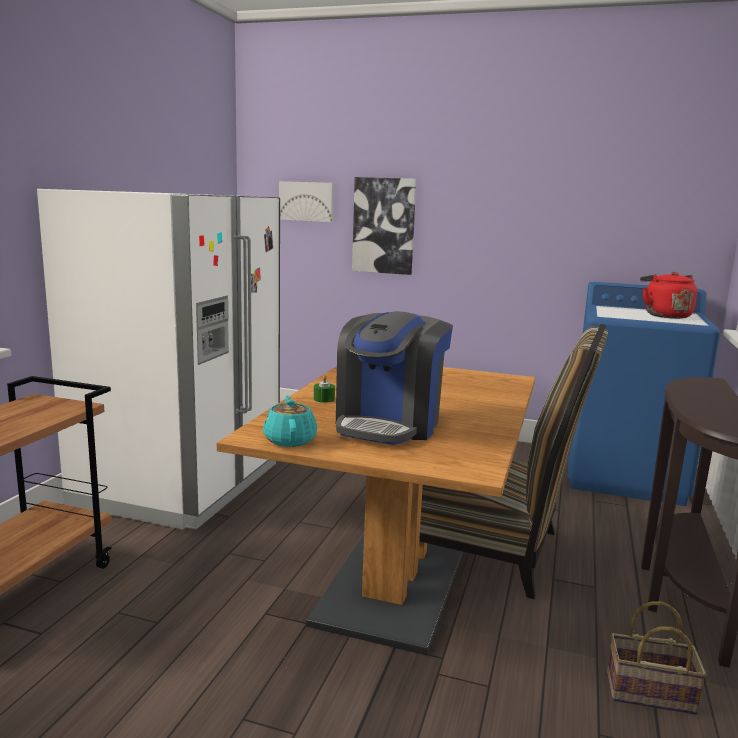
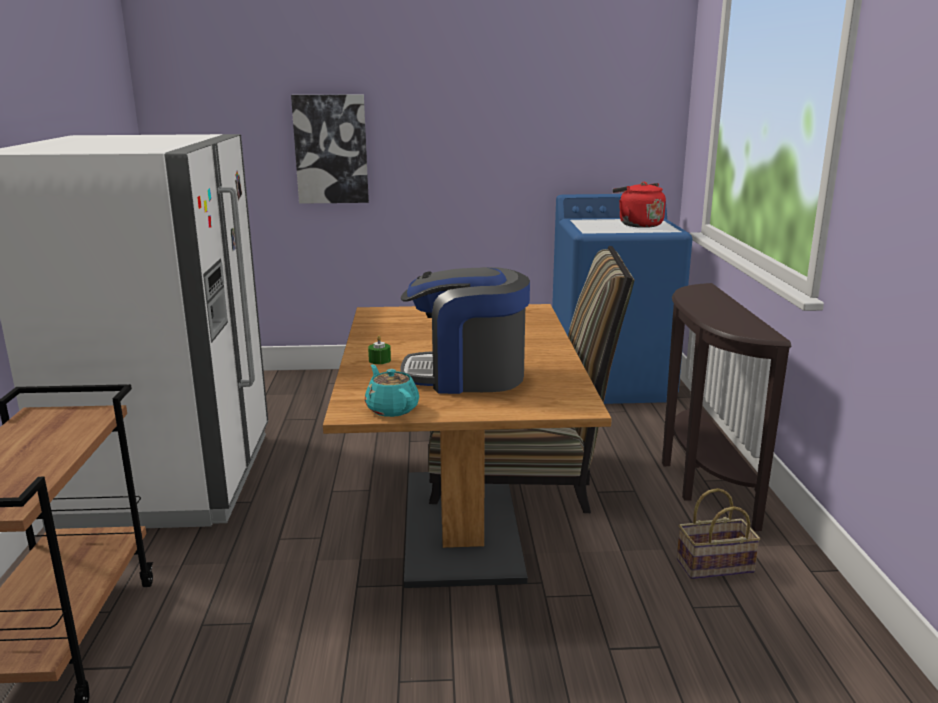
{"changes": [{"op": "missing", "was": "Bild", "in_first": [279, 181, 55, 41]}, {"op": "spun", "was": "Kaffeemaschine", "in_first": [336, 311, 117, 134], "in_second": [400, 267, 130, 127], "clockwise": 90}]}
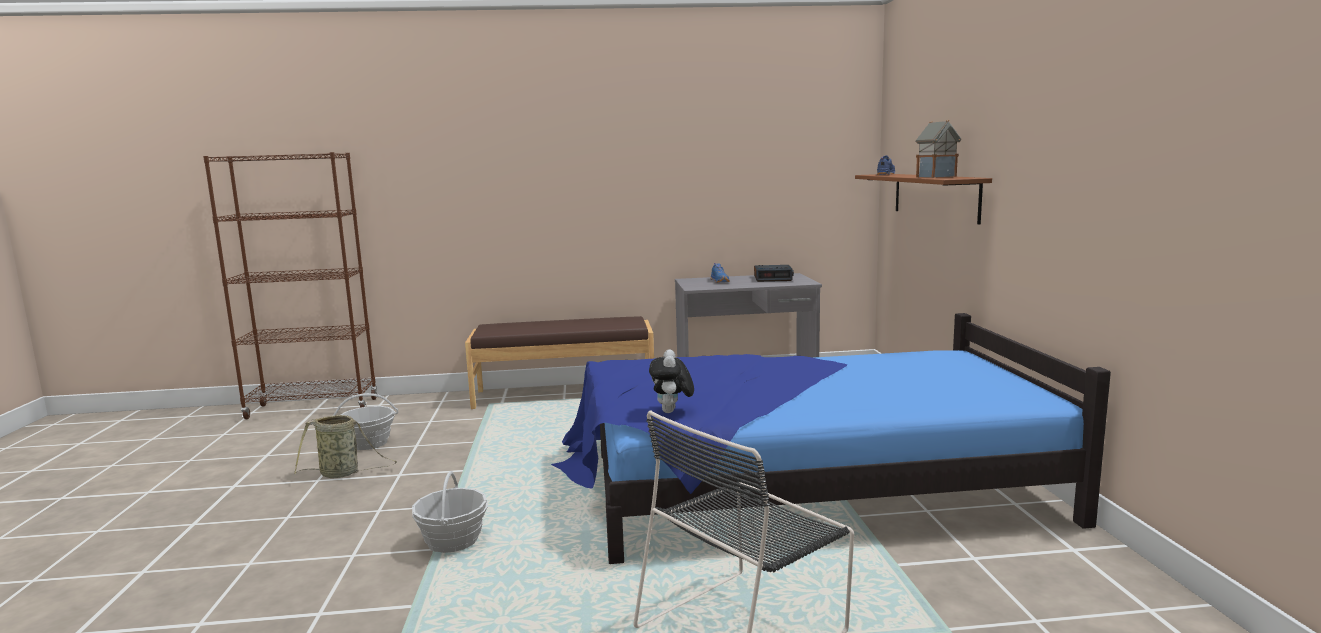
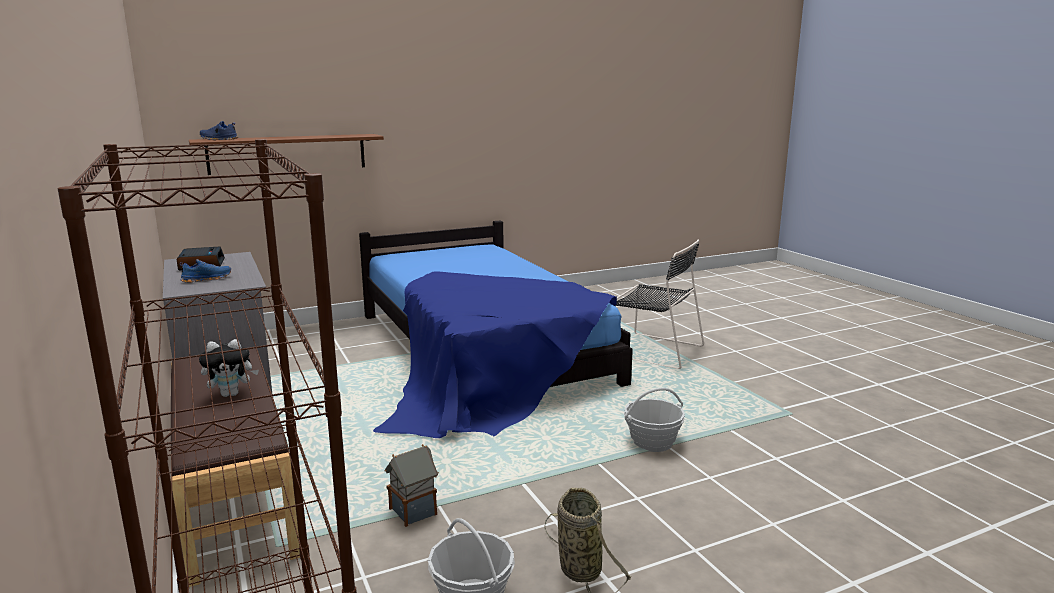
{"changes": [{"op": "relocated", "was": "Plüschtier", "in_first": [649, 349, 45, 64], "in_second": [199, 339, 60, 58]}, {"op": "relocated", "was": "Spielzeughaus", "in_first": [915, 120, 46, 58], "in_second": [385, 444, 54, 83]}]}
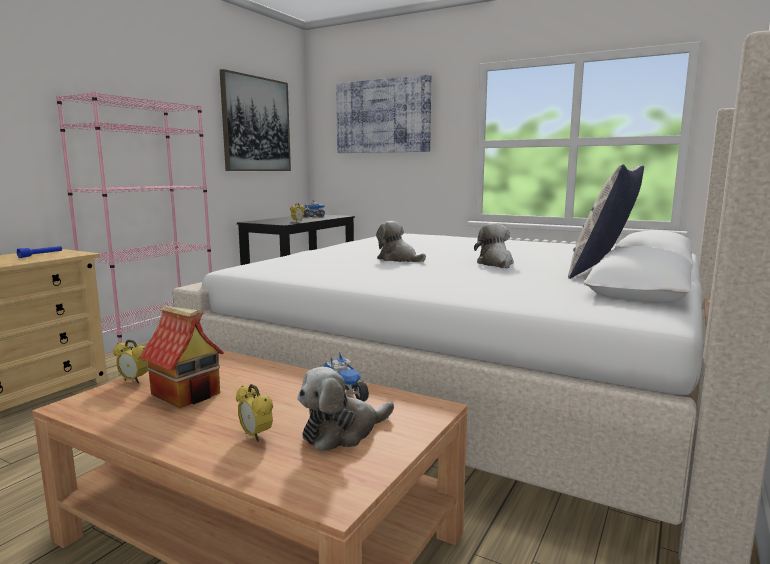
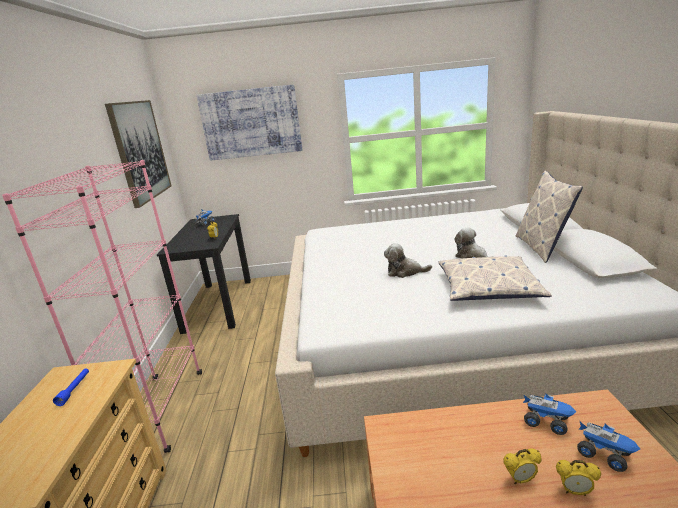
{"changes": [{"op": "relocated", "was": "Wecker", "in_first": [113, 340, 35, 44], "in_second": [504, 448, 38, 37]}, {"op": "missing", "was": "Spielzeughaus", "in_first": [140, 306, 84, 102]}, {"op": "exchanged", "was": "Plüschtier", "now": "Spielzeuglaster", "in_first": [298, 367, 96, 85], "in_second": [577, 422, 63, 50]}, {"op": "appeared", "now": "Kissen", "in_second": [438, 255, 114, 46]}]}
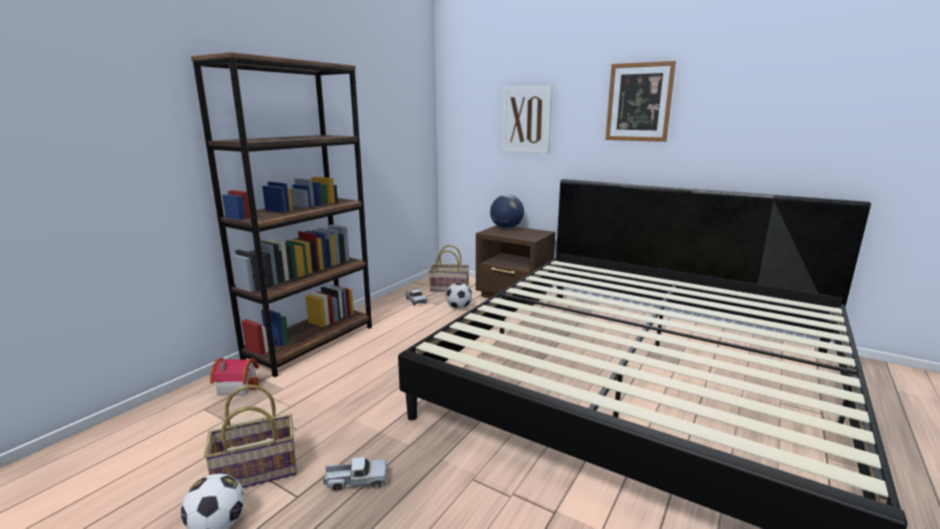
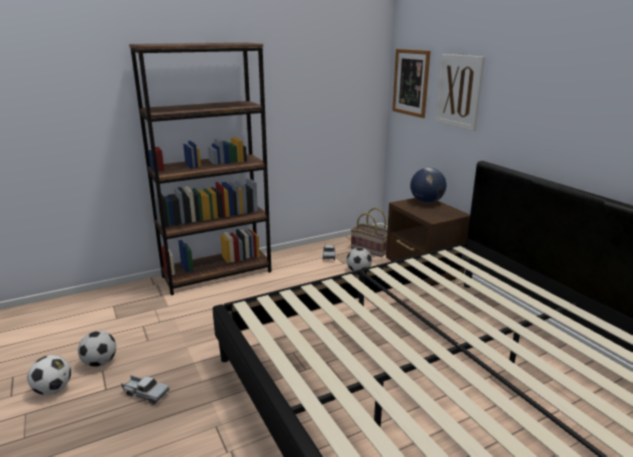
{"changes": [{"op": "exchanged", "was": "Korb", "now": "Fußball", "in_first": [204, 385, 93, 103], "in_second": [78, 331, 38, 36]}, {"op": "missing", "was": "Spielzeughaus", "in_first": [210, 358, 49, 37]}, {"op": "relocated", "was": "Bild", "in_first": [606, 61, 70, 81], "in_second": [392, 49, 38, 69]}]}
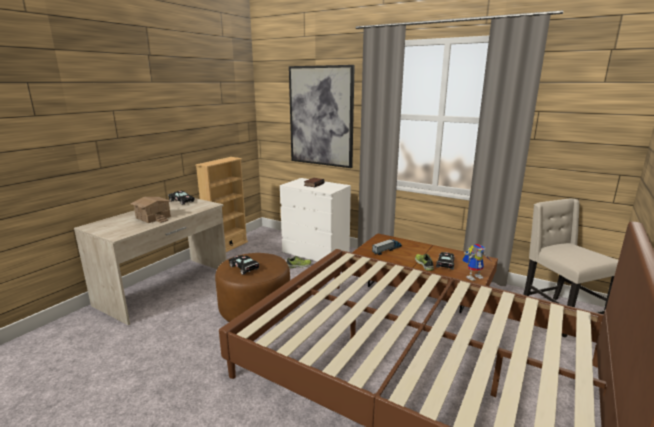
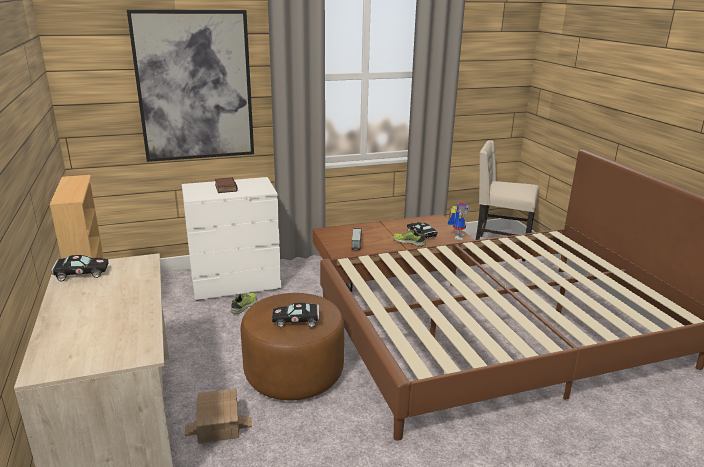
{"changes": [{"op": "relocated", "was": "Spielzeughaus", "in_first": [131, 197, 40, 26], "in_second": [185, 389, 67, 54]}]}
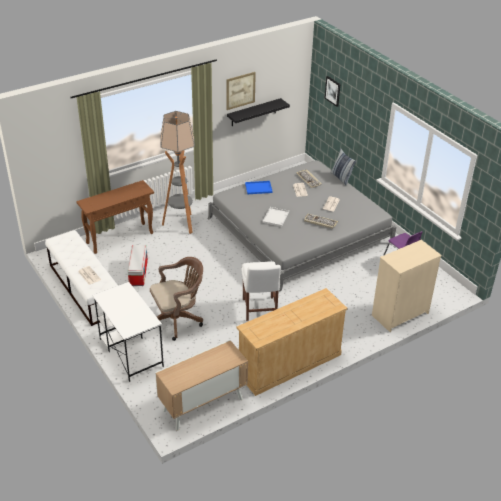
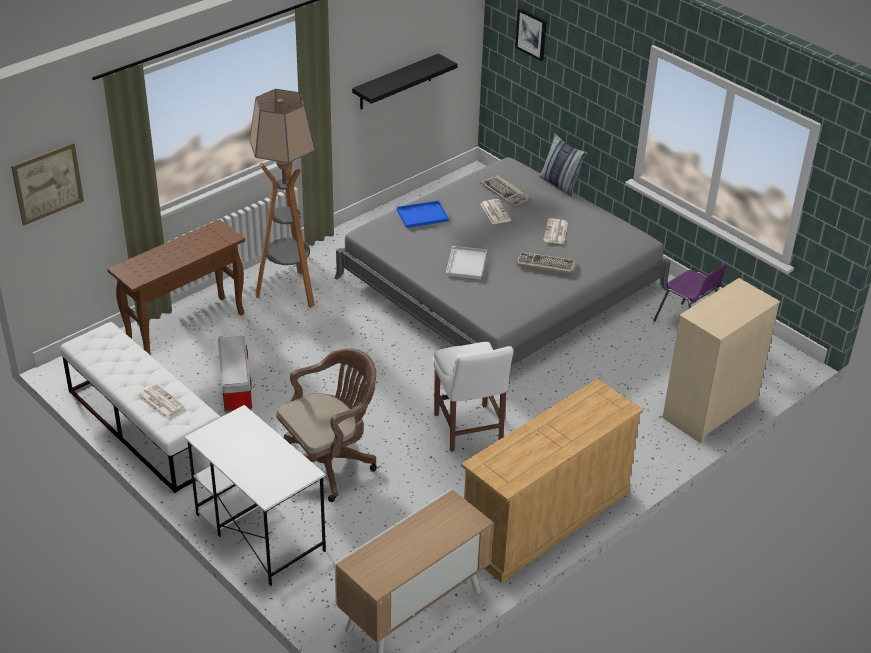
{"changes": [{"op": "relocated", "was": "Bild", "in_first": [226, 72, 30, 38], "in_second": [11, 142, 73, 83]}]}
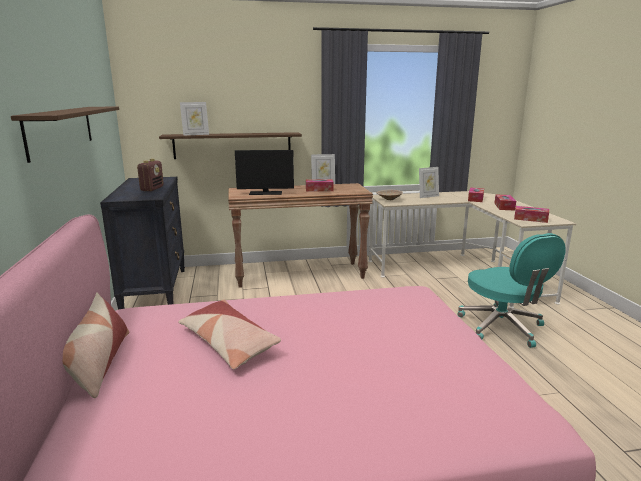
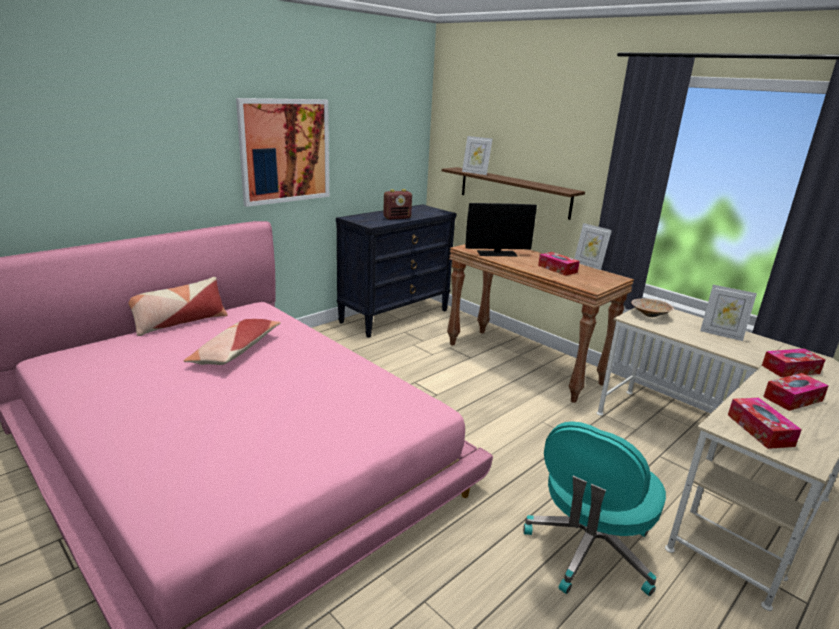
{"changes": [{"op": "exchanged", "was": "Wandregal (braun)", "now": "Bild", "in_first": [11, 107, 108, 56], "in_second": [236, 98, 93, 109]}, {"op": "spun", "was": "Monitor", "in_first": [235, 150, 59, 45], "in_second": [465, 203, 72, 53], "clockwise": -60}]}
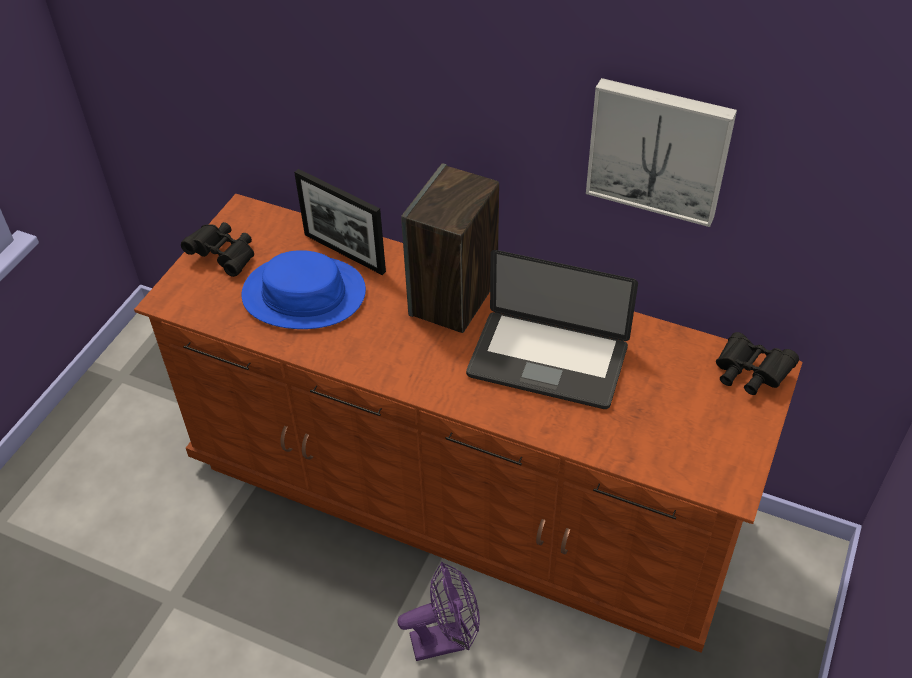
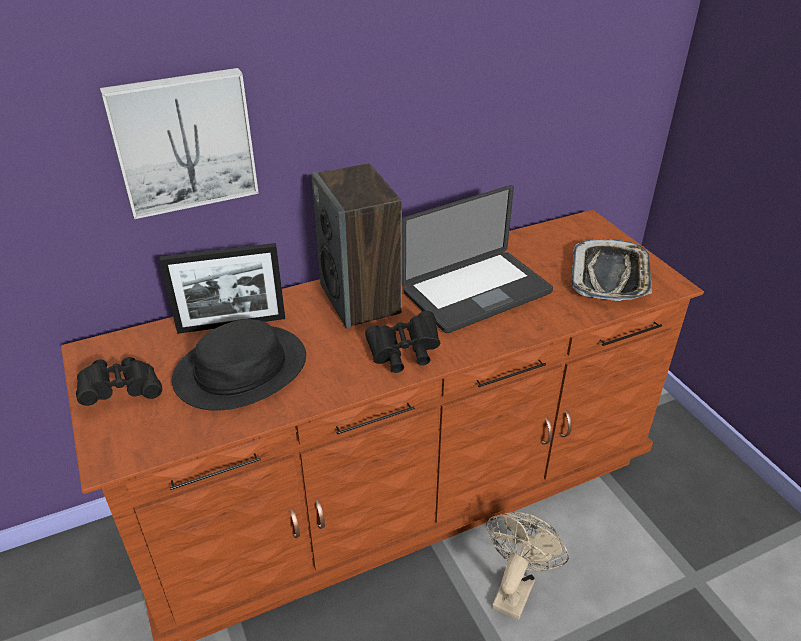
{"changes": [{"op": "colour", "was": "Hut (blau)", "now": "Hut (schwarz)", "in_first": [241, 250, 125, 79], "in_second": [172, 319, 134, 92]}, {"op": "colour", "was": "Ventilator (lila)", "now": "Ventilator (beige)", "in_first": [397, 562, 83, 99], "in_second": [486, 512, 83, 108]}, {"op": "relocated", "was": "Bild", "in_first": [586, 78, 151, 149], "in_second": [100, 68, 159, 151]}, {"op": "relocated", "was": "Fernglas (schwarz)", "in_first": [716, 332, 83, 63], "in_second": [365, 311, 75, 62]}, {"op": "appeared", "now": "Tablett", "in_second": [571, 239, 81, 62]}]}
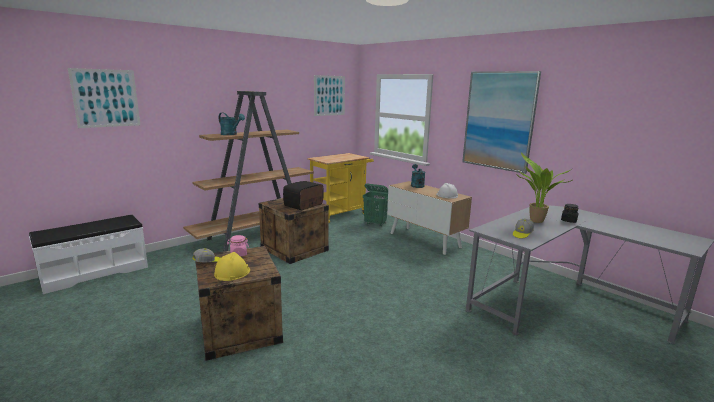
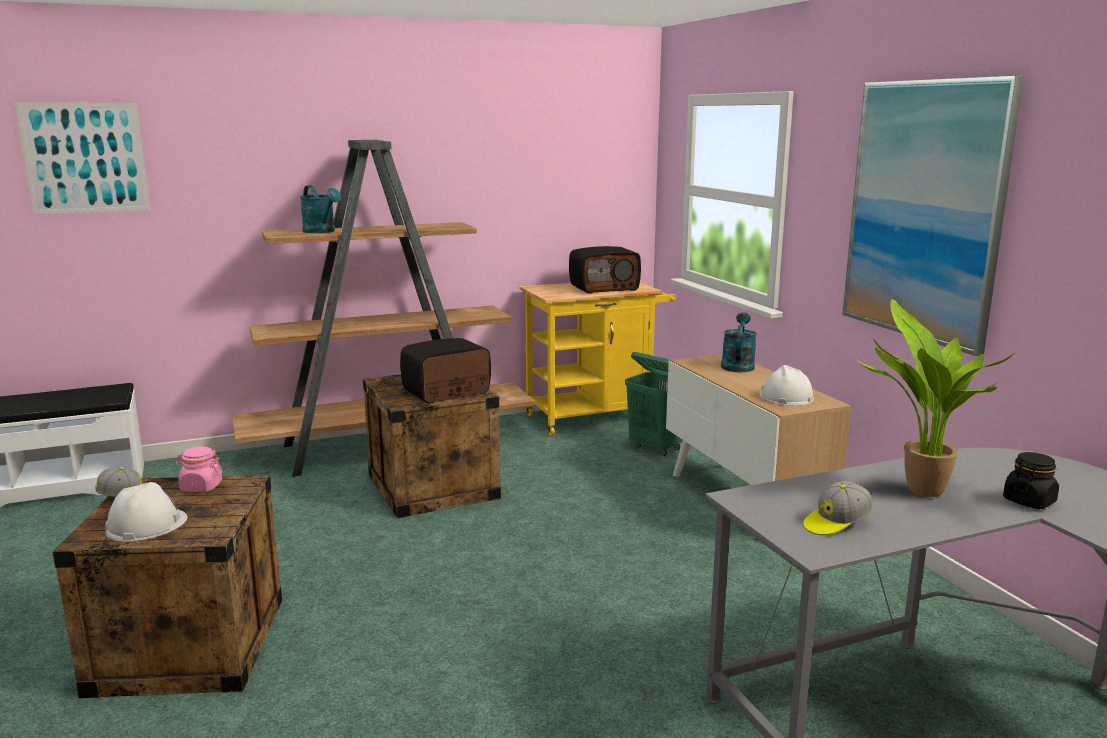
{"changes": [{"op": "colour", "was": "Schutzhelm (gelb)", "now": "Schutzhelm (weiß)", "in_first": [214, 252, 36, 29], "in_second": [105, 482, 83, 60]}, {"op": "missing", "was": "Bild", "in_first": [314, 75, 31, 41]}, {"op": "appeared", "now": "Radio", "in_second": [569, 246, 72, 48]}]}
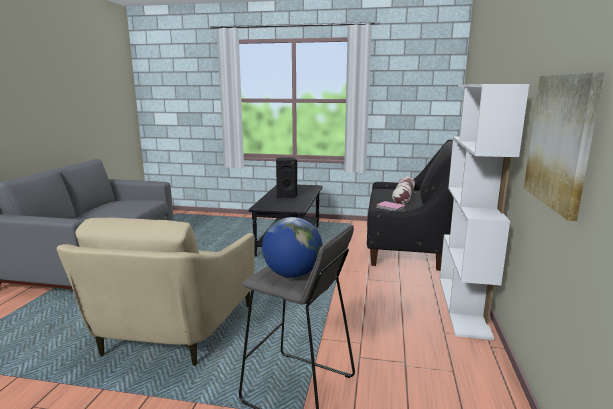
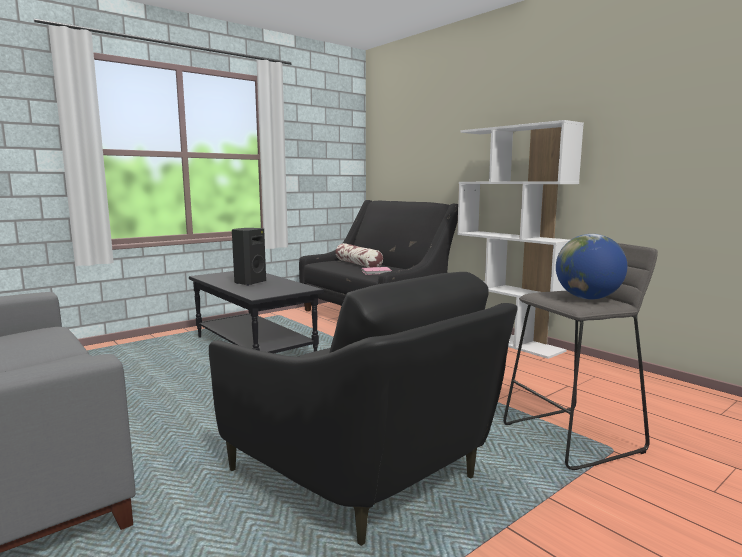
{"changes": [{"op": "colour", "was": "Sessel (beige)", "now": "Sessel (schwarz)", "in_first": [57, 218, 198, 148], "in_second": [209, 272, 309, 274]}, {"op": "missing", "was": "Bild", "in_first": [524, 72, 80, 149]}]}
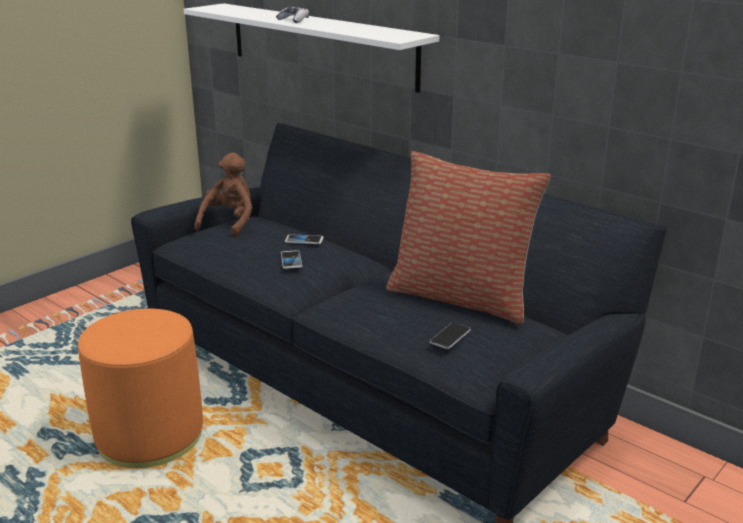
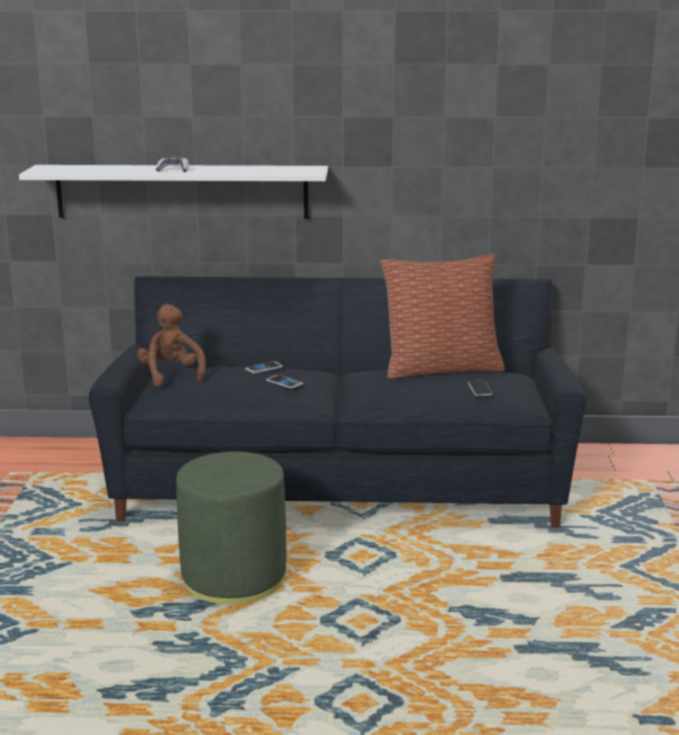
{"changes": [{"op": "colour", "was": "Polsterhocker (orange)", "now": "Polsterhocker (grün)", "in_first": [78, 309, 125, 159], "in_second": [176, 452, 110, 152]}]}
